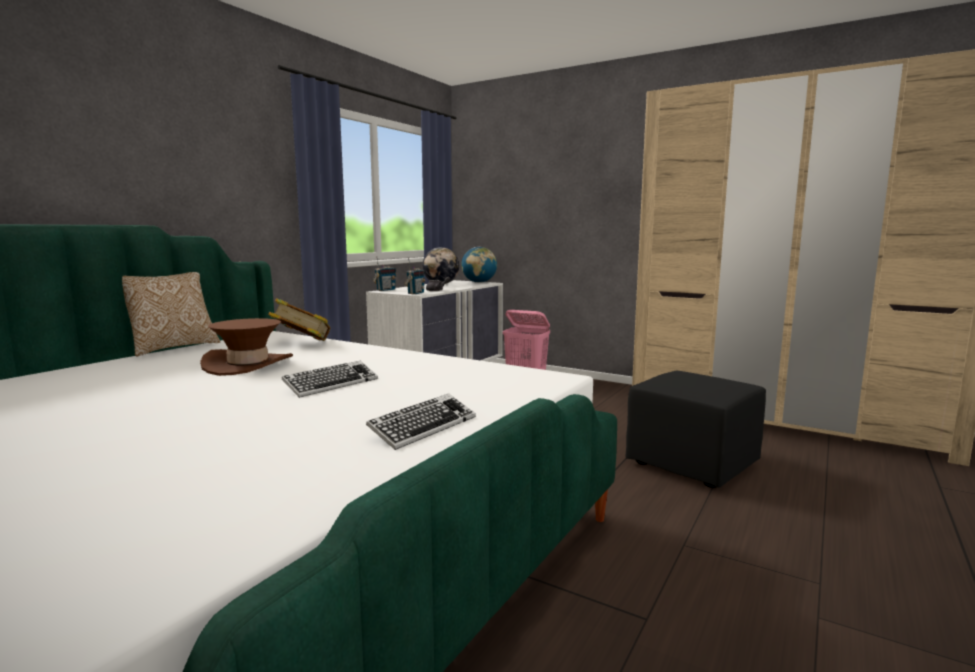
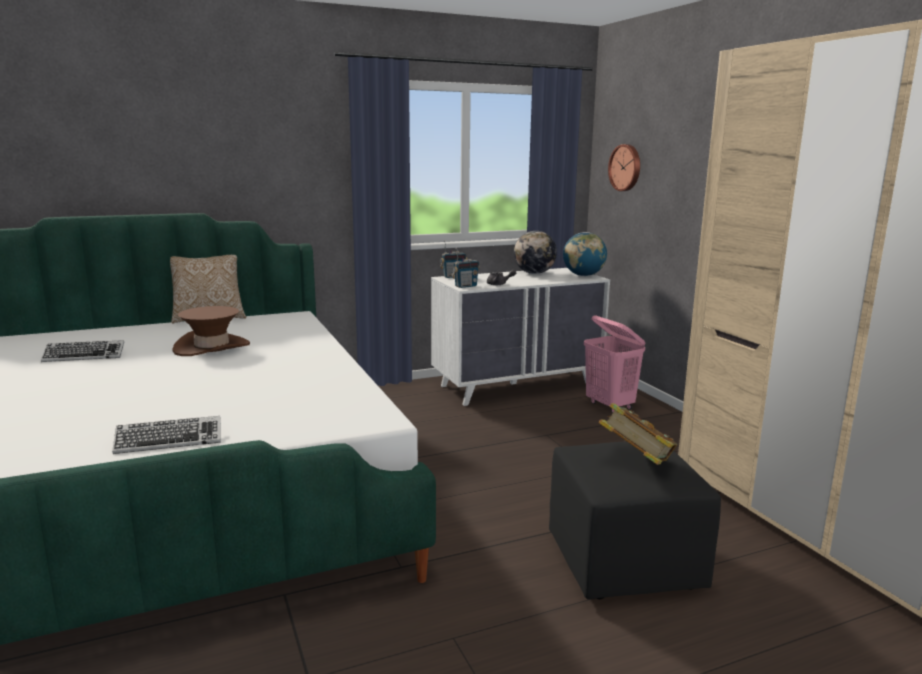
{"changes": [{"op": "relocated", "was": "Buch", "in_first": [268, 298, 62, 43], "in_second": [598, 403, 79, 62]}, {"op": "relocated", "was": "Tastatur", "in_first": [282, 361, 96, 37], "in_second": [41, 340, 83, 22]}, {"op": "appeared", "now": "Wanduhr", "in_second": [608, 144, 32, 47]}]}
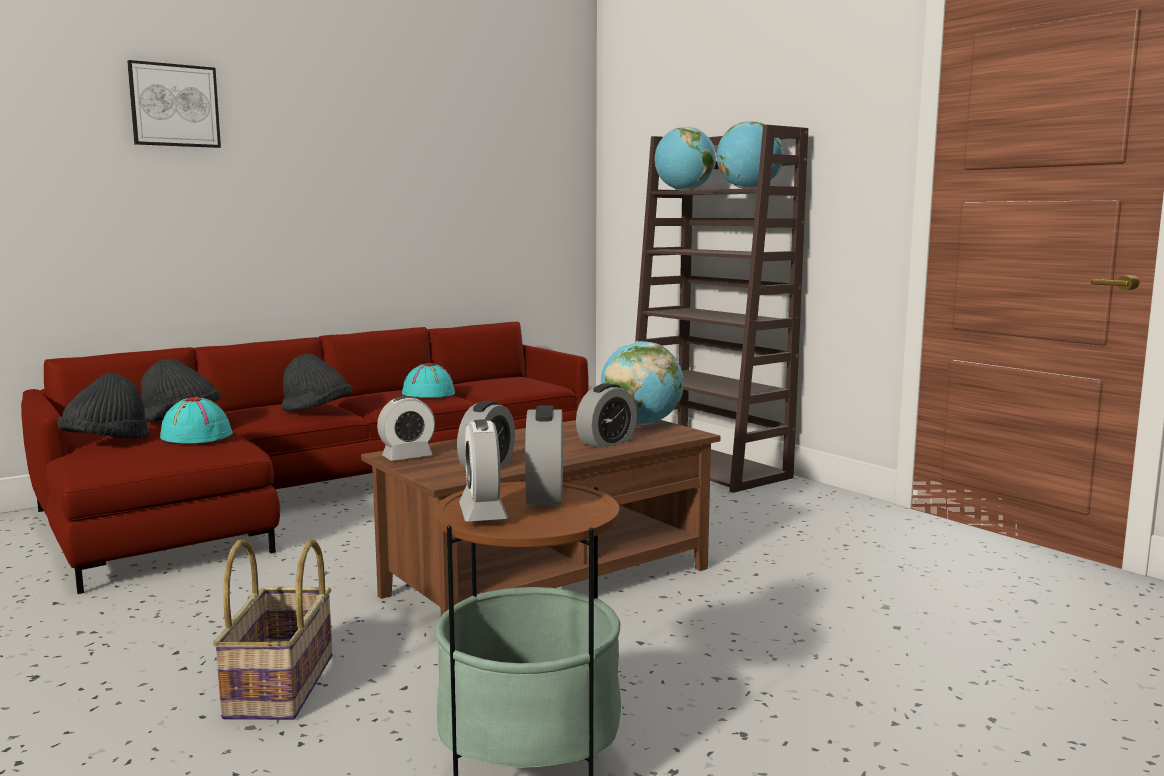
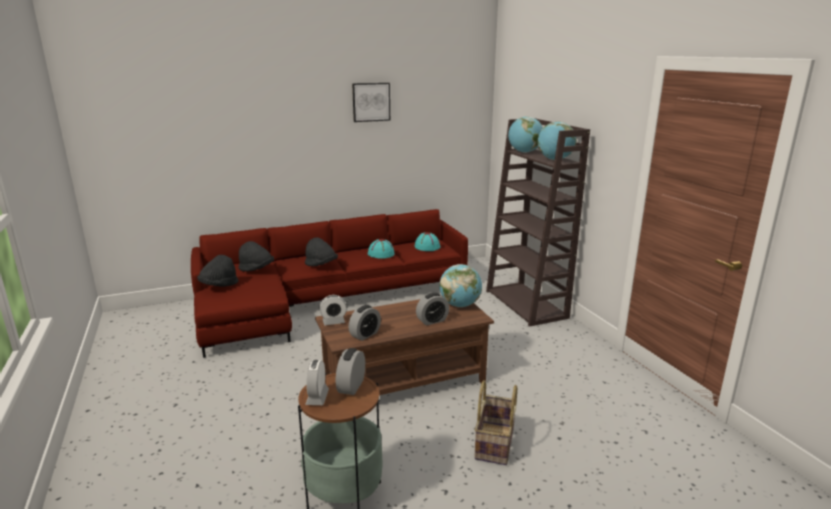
{"changes": [{"op": "relocated", "was": "Bild", "in_first": [127, 60, 94, 88], "in_second": [352, 83, 38, 39]}, {"op": "relocated", "was": "Hut (türkis)", "in_first": [160, 397, 73, 46], "in_second": [414, 232, 27, 19]}, {"op": "relocated", "was": "Korb", "in_first": [213, 540, 119, 180], "in_second": [474, 380, 43, 85]}]}
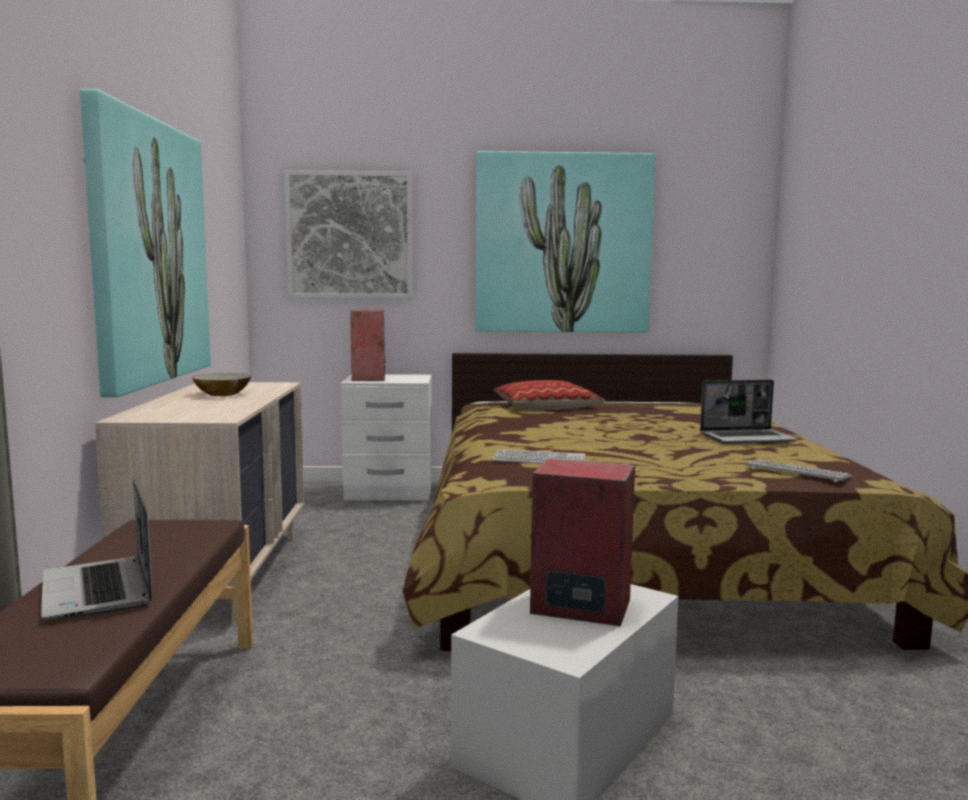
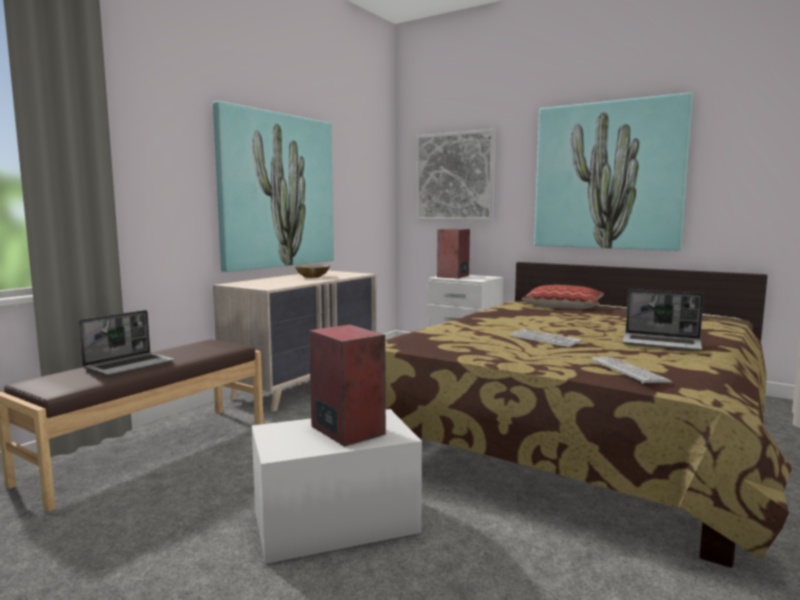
{"changes": [{"op": "spun", "was": "Laptop", "in_first": [41, 479, 112, 141], "in_second": [79, 310, 96, 66], "clockwise": -150}, {"op": "relocated", "was": "Tastatur", "in_first": [493, 449, 93, 15], "in_second": [509, 329, 73, 18]}]}
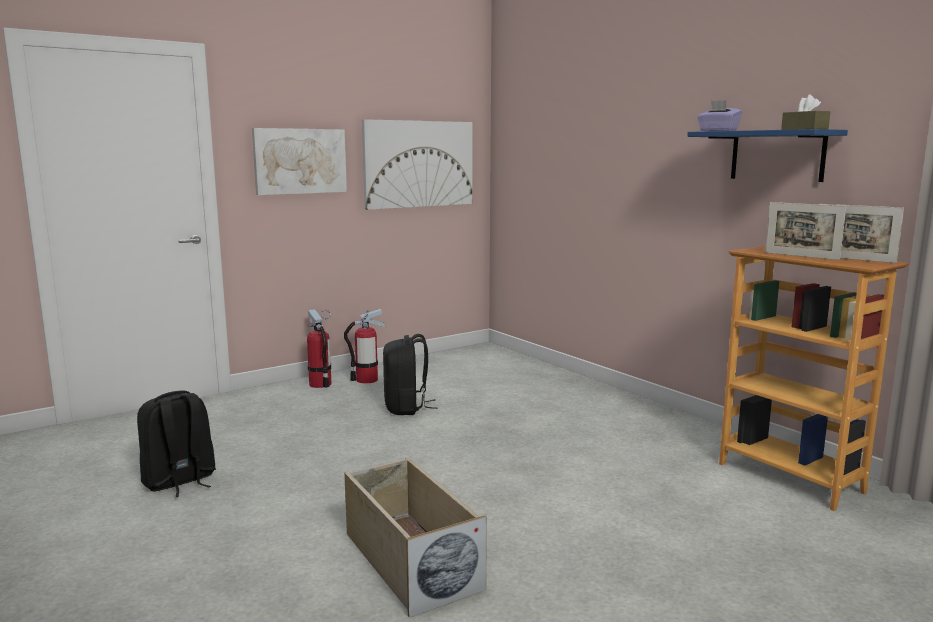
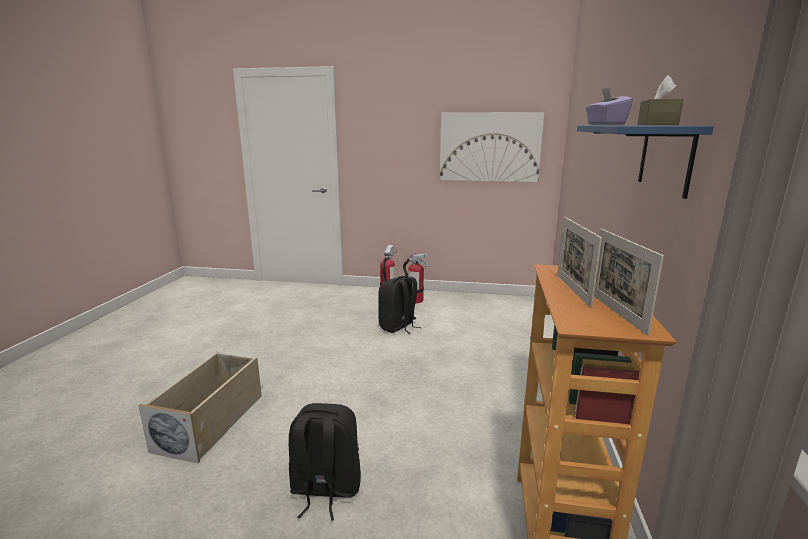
{"changes": [{"op": "relocated", "was": "Rucksack (schwarz)", "in_first": [137, 391, 79, 106], "in_second": [289, 403, 72, 118]}, {"op": "missing", "was": "Bild", "in_first": [252, 128, 95, 67]}]}
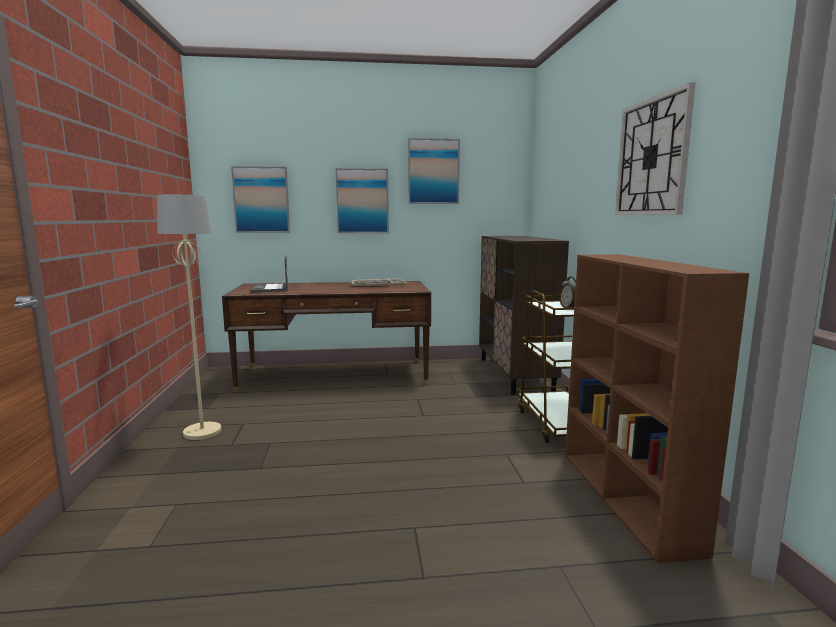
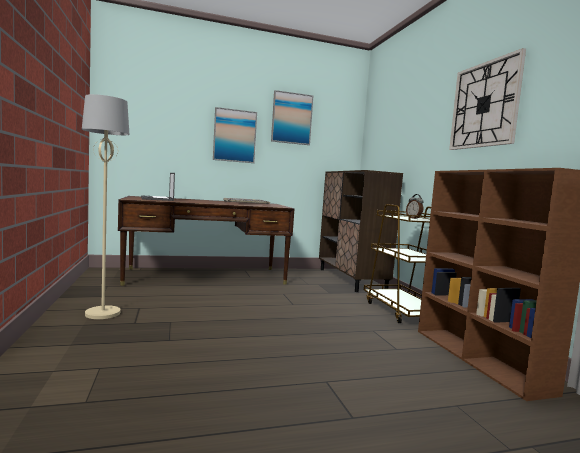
{"changes": [{"op": "missing", "was": "Bild", "in_first": [231, 166, 59, 67]}]}
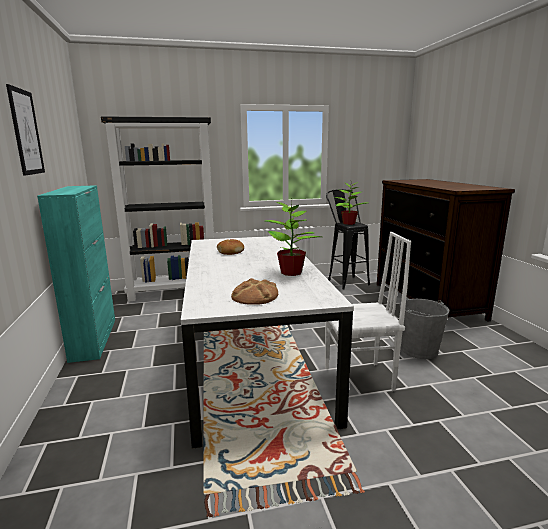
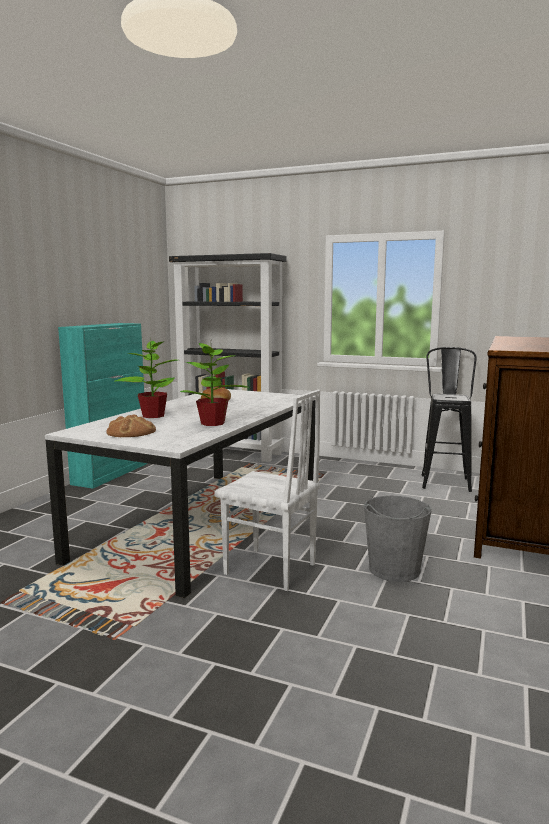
{"changes": [{"op": "missing", "was": "Bild", "in_first": [6, 84, 39, 92]}, {"op": "relocated", "was": "Topfpflanze", "in_first": [335, 182, 32, 43], "in_second": [115, 339, 63, 79]}]}
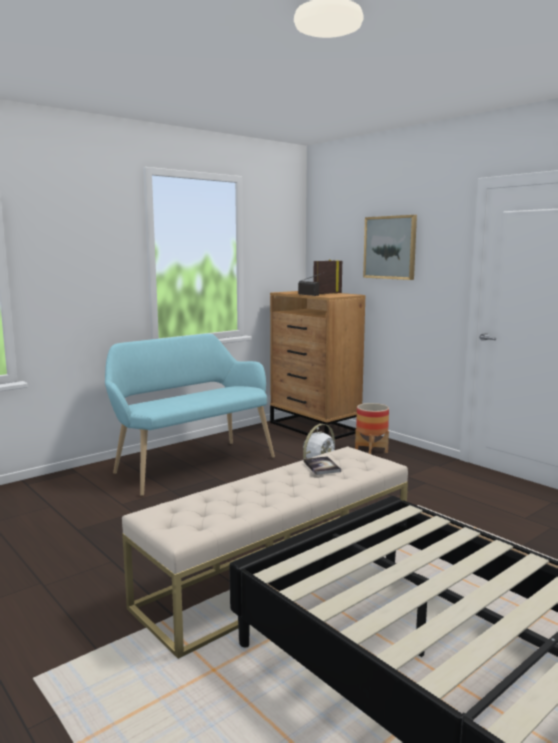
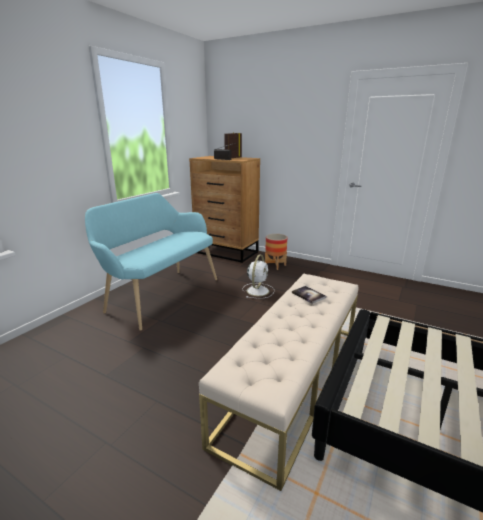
{"changes": [{"op": "missing", "was": "Bild", "in_first": [363, 215, 54, 65]}]}
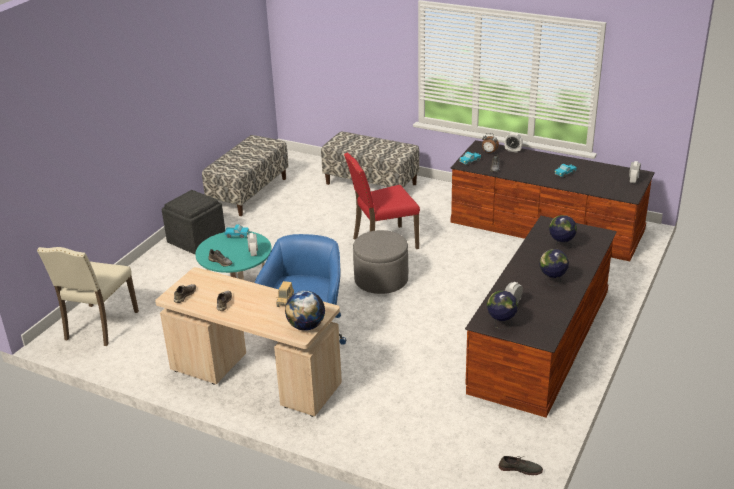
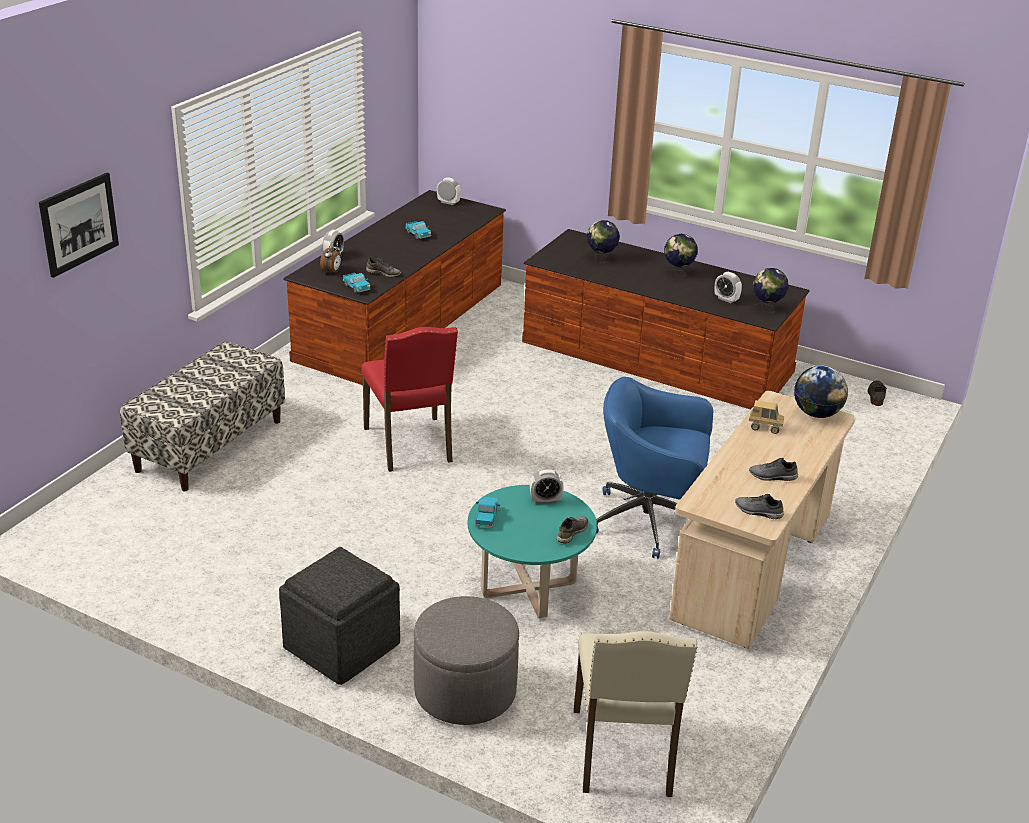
{"changes": [{"op": "spun", "was": "Stuhl (beige)", "in_first": [37, 247, 102, 99], "in_second": [574, 631, 124, 166], "clockwise": 75}, {"op": "missing", "was": "Bank", "in_first": [202, 135, 86, 81]}, {"op": "relocated", "was": "Polsterhocker (grau)", "in_first": [353, 230, 55, 64], "in_second": [414, 596, 105, 129]}, {"op": "appeared", "now": "Bild", "in_second": [39, 173, 80, 105]}]}
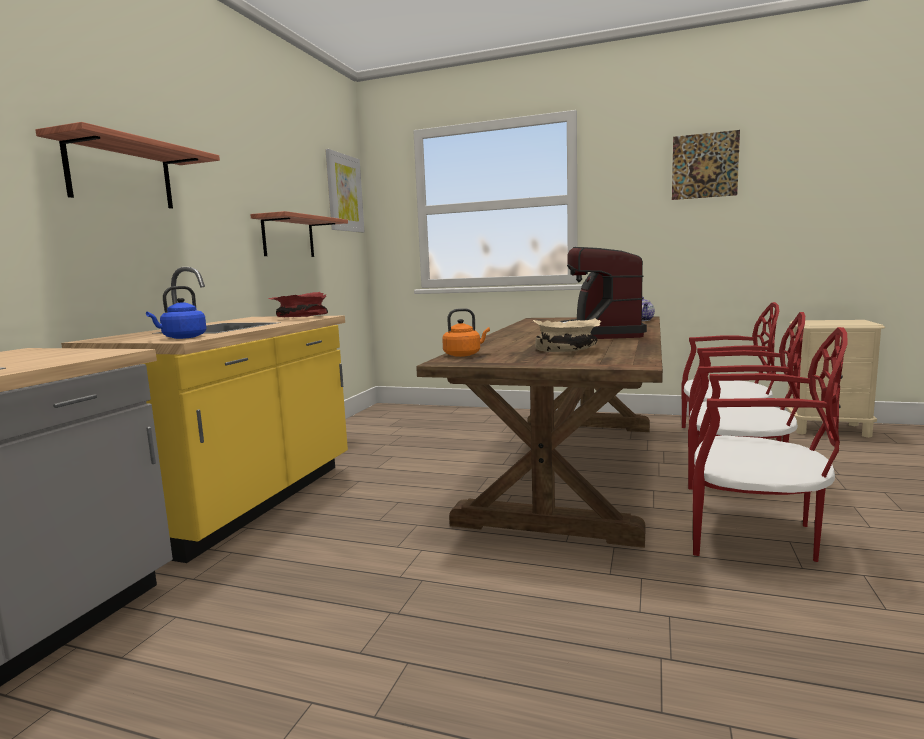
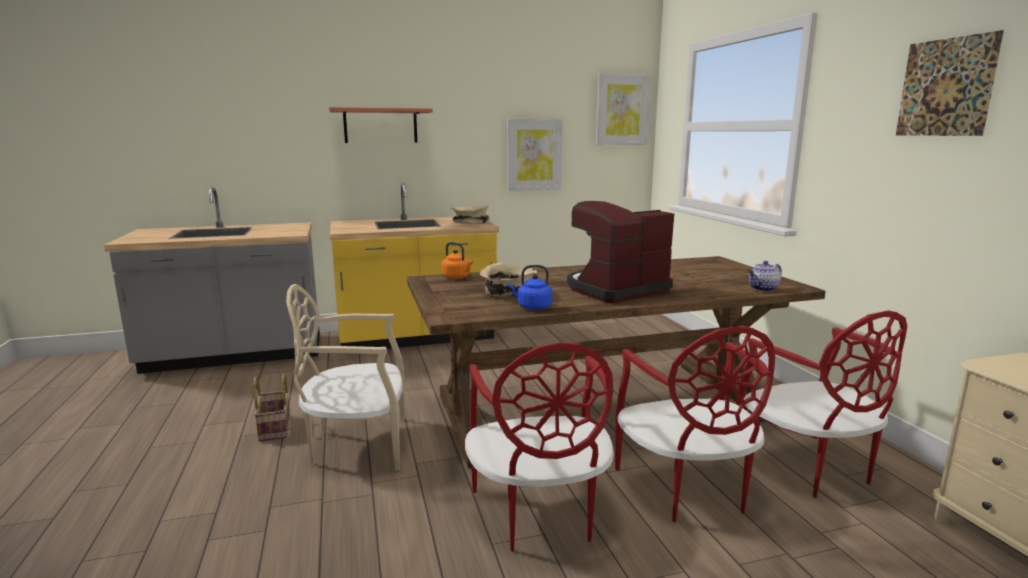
{"changes": [{"op": "relocated", "was": "Wasserkessel (blau)", "in_first": [146, 286, 61, 53], "in_second": [508, 265, 45, 45]}, {"op": "exchanged", "was": "Wandregal", "now": "Bild", "in_first": [250, 211, 98, 46], "in_second": [507, 119, 56, 72]}, {"op": "colour", "was": "Schüssel (rot)", "now": "Schüssel (beige)", "in_first": [268, 292, 60, 25], "in_second": [451, 206, 39, 18]}, {"op": "appeared", "now": "Korb", "in_second": [254, 373, 36, 68]}, {"op": "appeared", "now": "Stuhl (beige)", "in_second": [286, 284, 119, 186]}]}
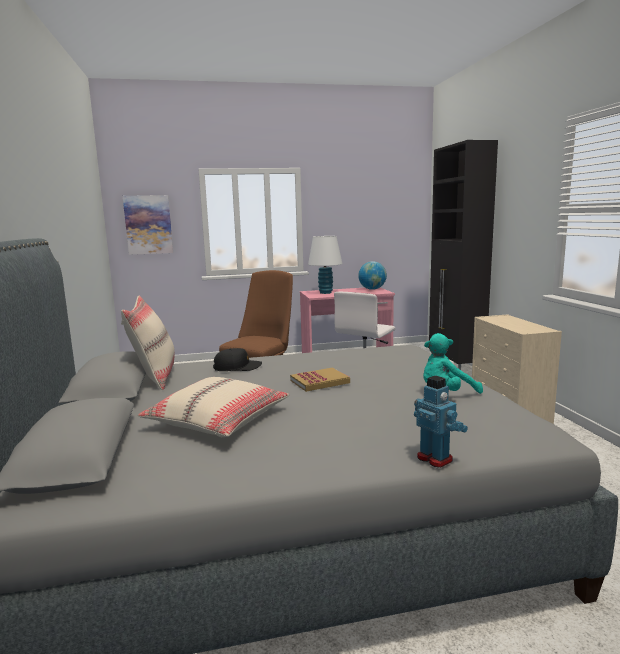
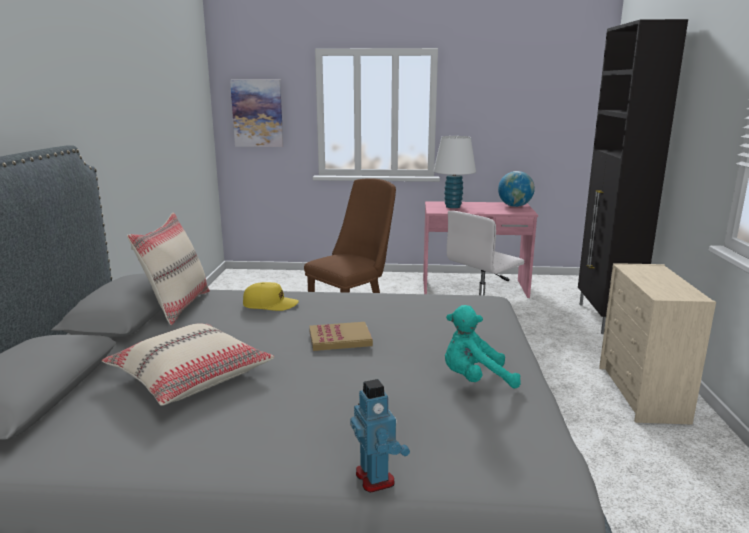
{"changes": [{"op": "colour", "was": "Kappe (schwarz)", "now": "Kappe (gelb)", "in_first": [213, 348, 49, 23], "in_second": [243, 282, 56, 29]}]}
